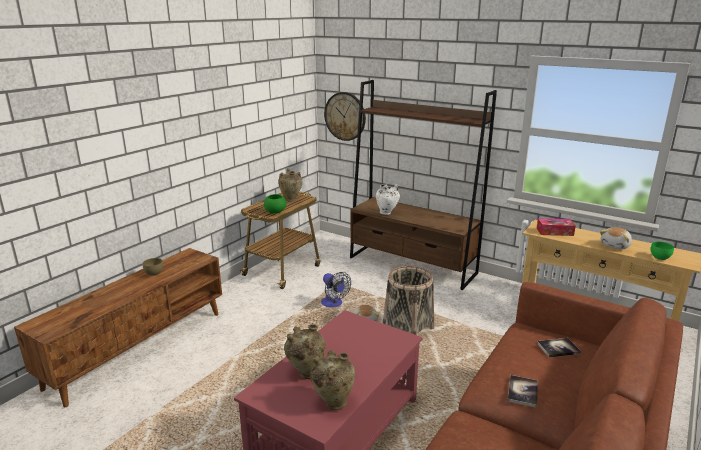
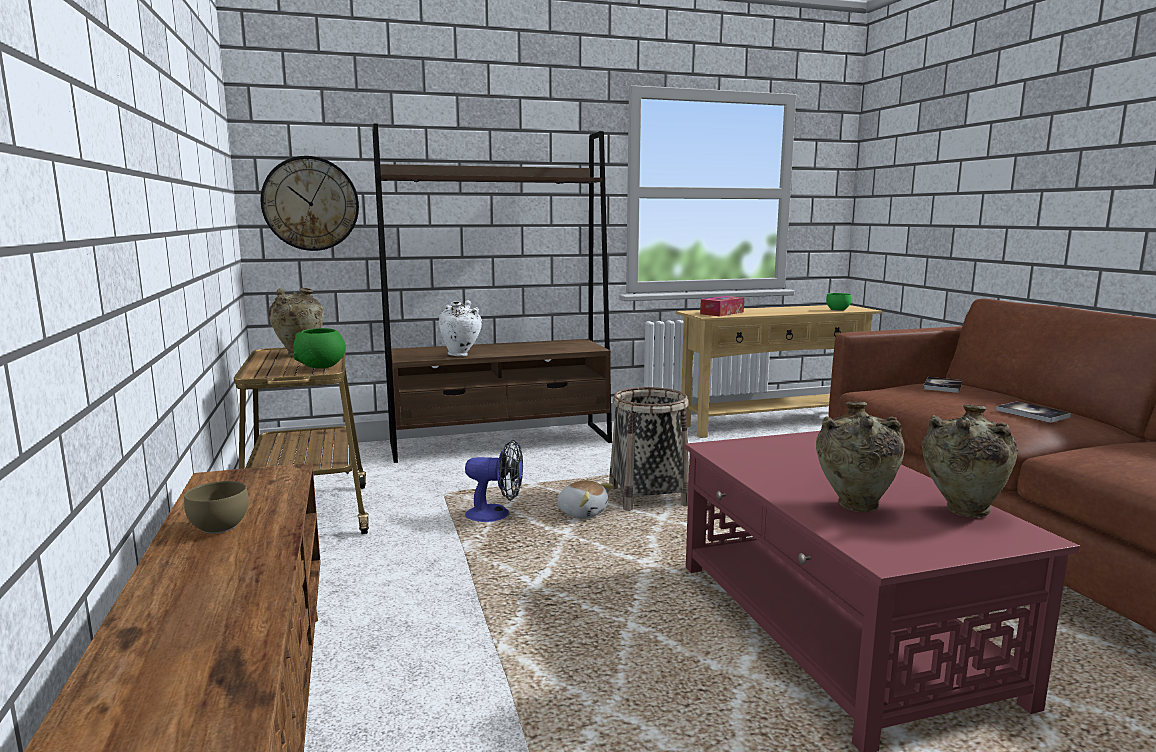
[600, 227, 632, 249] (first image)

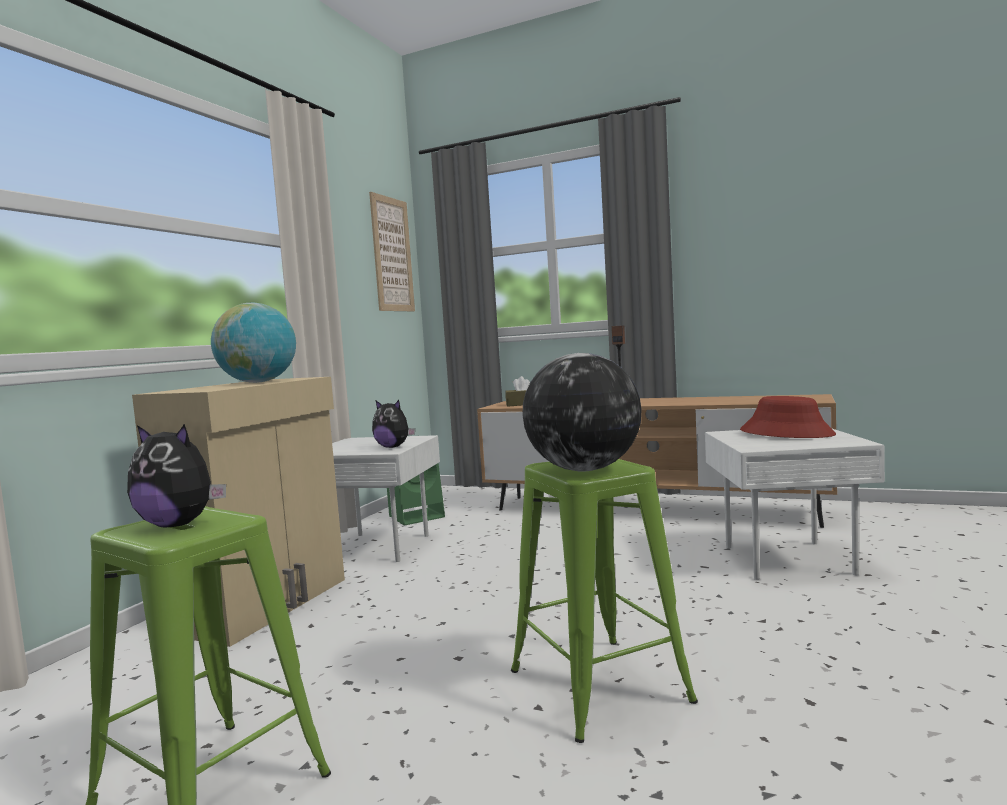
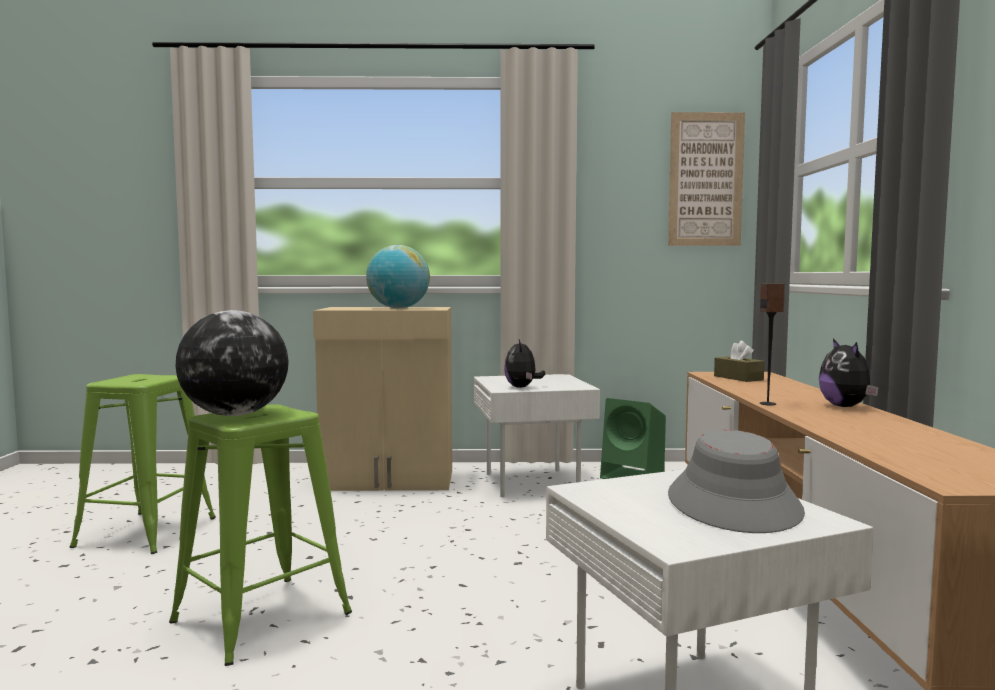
[819, 339, 879, 407]
[668, 430, 805, 533]

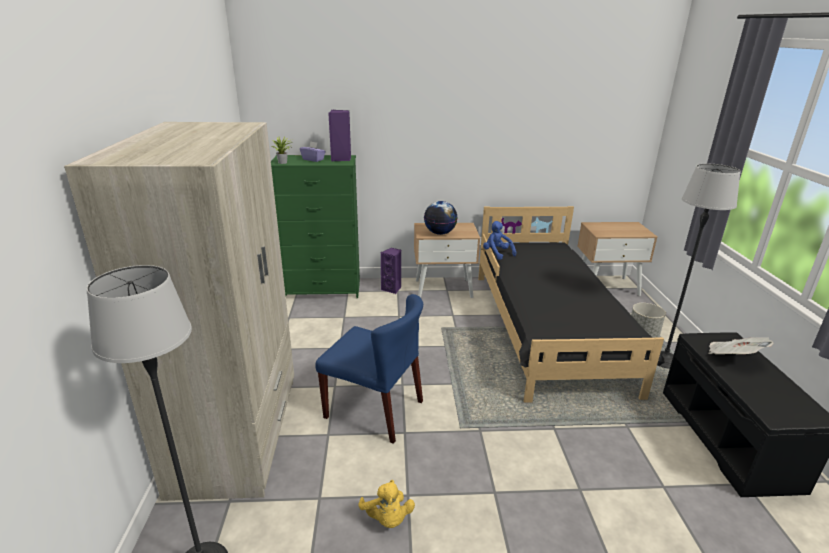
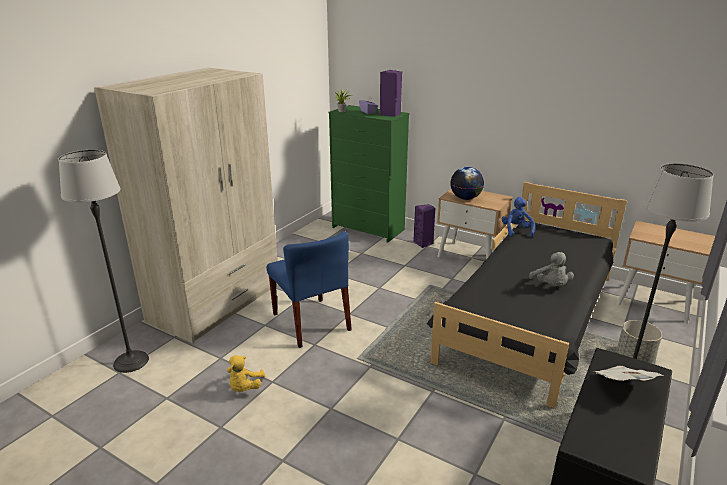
[529, 252, 574, 286]

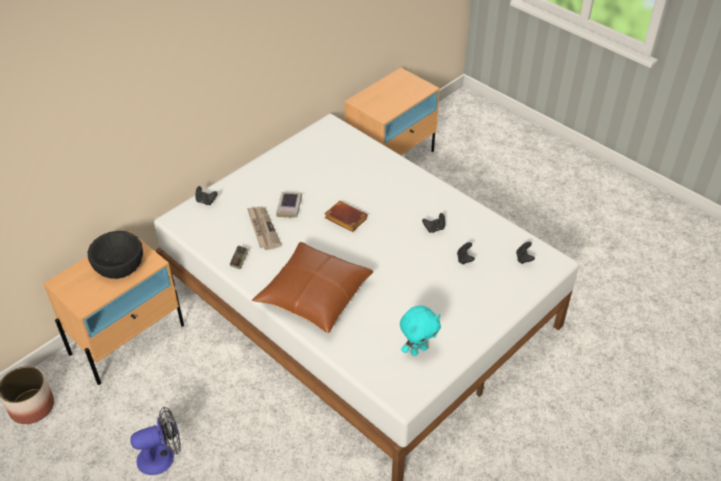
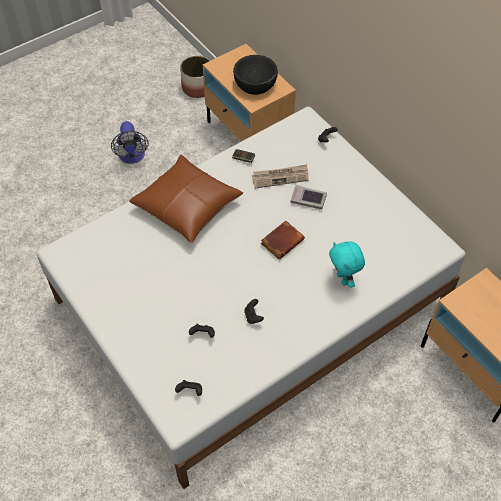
[329, 241, 365, 288]

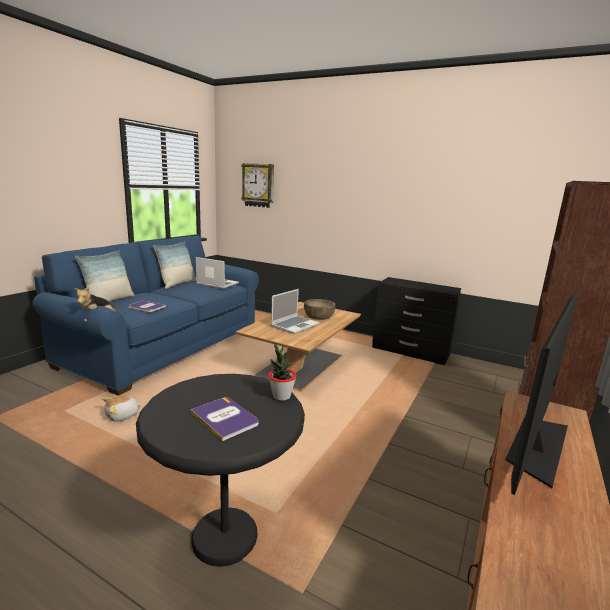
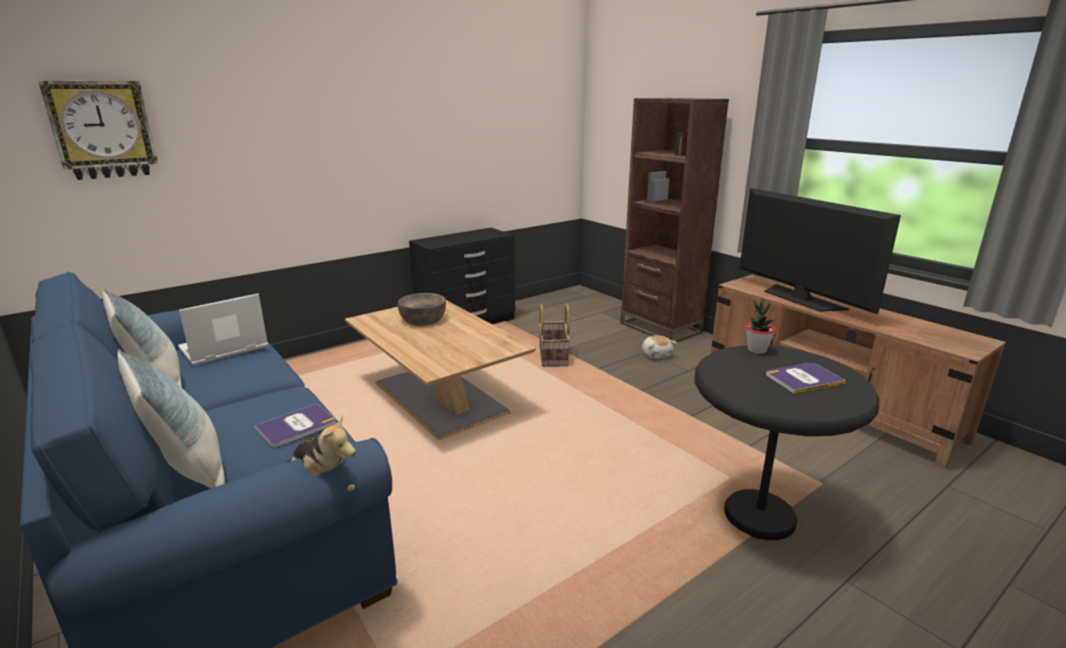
[642, 335, 677, 358]
[271, 289, 319, 334] (first image)
[539, 304, 570, 367]

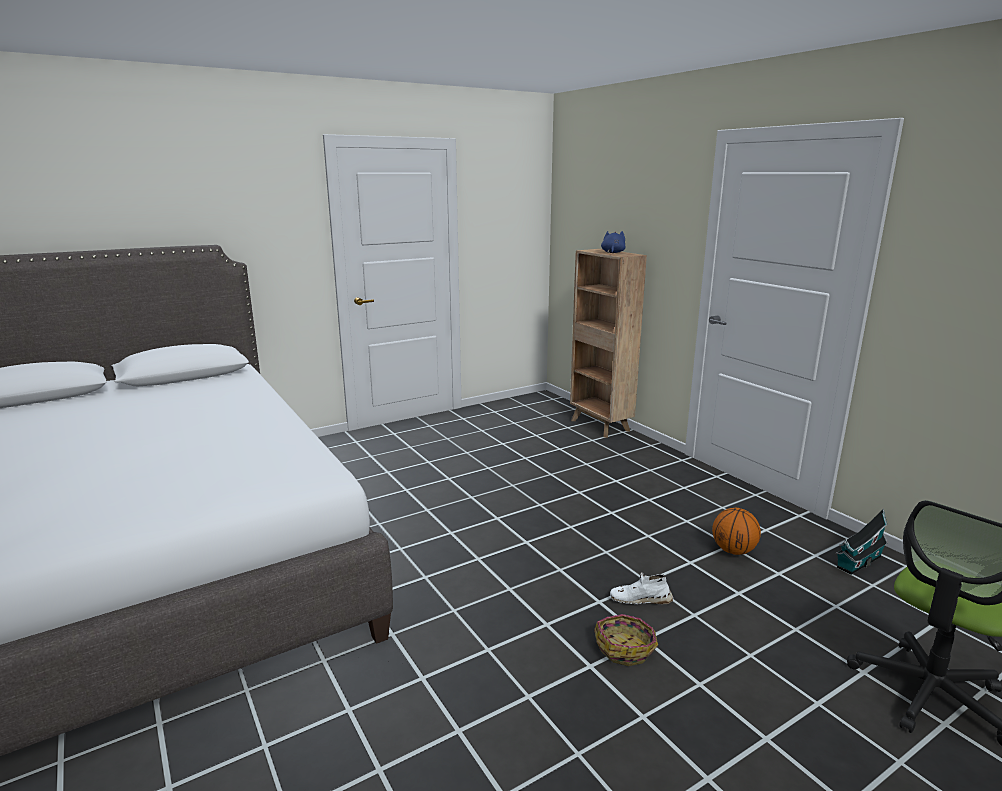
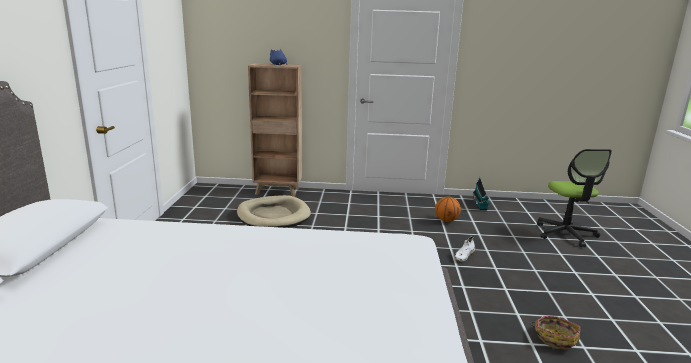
[530, 316, 580, 350]
[237, 195, 311, 228]

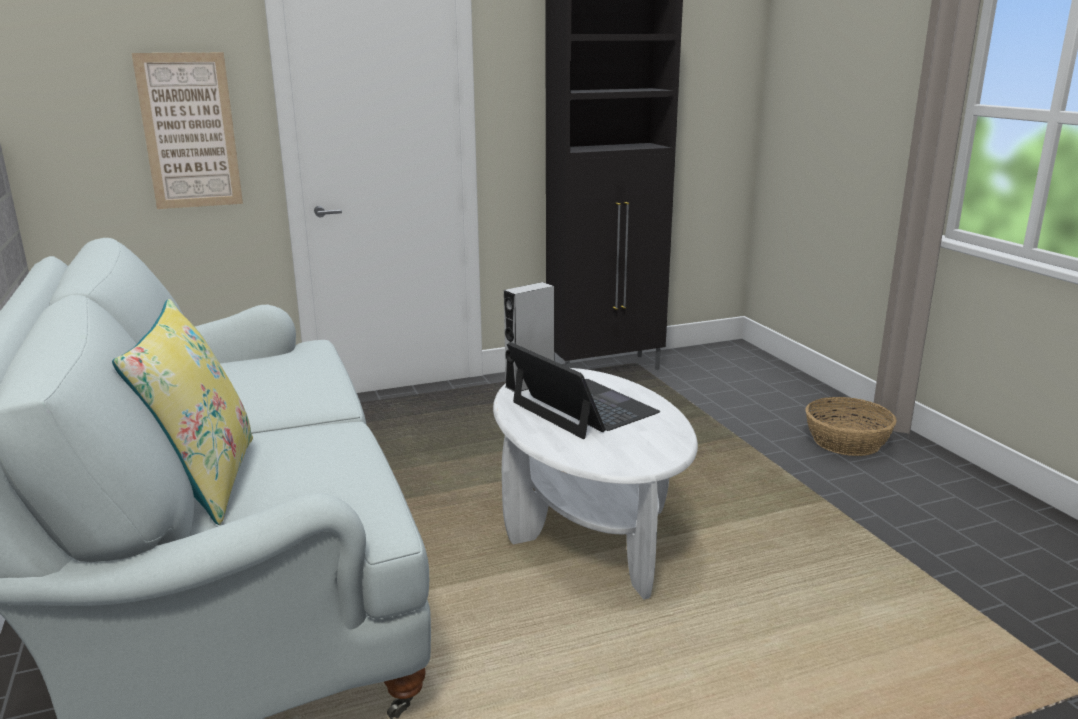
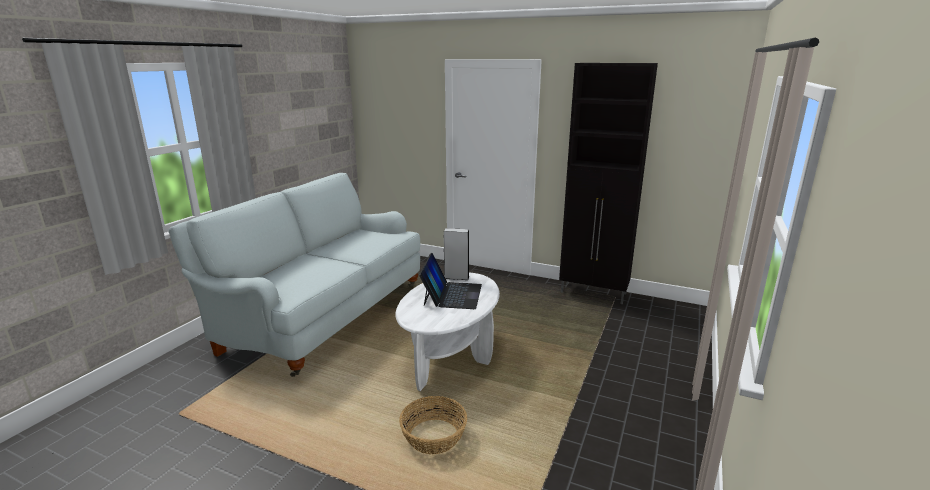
[112, 299, 253, 525] (first image)
[132, 52, 243, 209] (first image)
[399, 396, 467, 454]

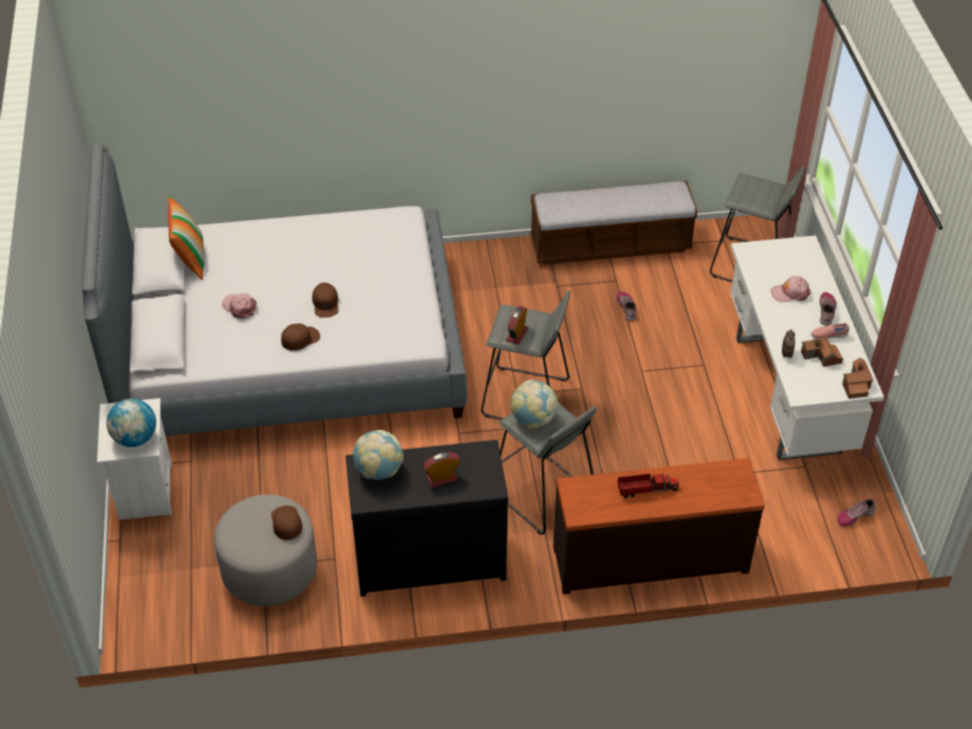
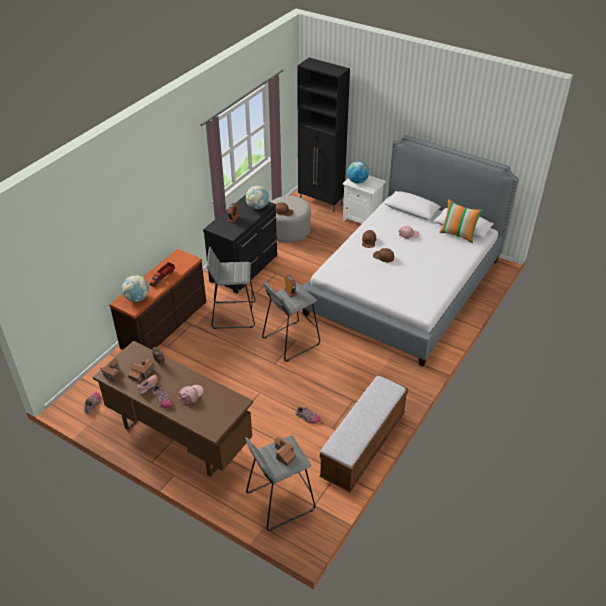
[122, 275, 149, 302]
[93, 341, 253, 477]
[274, 436, 296, 466]
[297, 58, 350, 213]

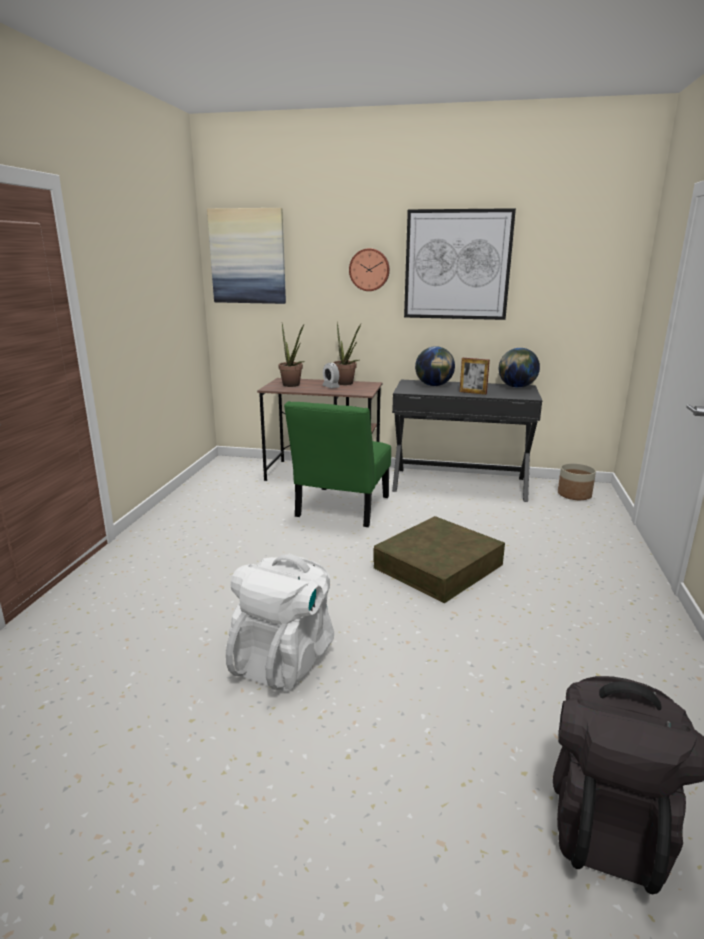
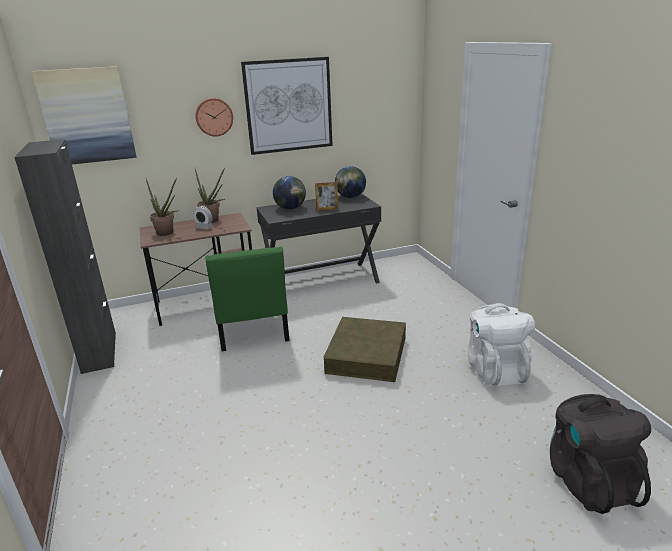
[468, 303, 535, 386]
[558, 463, 596, 500] (first image)
[14, 139, 116, 374]

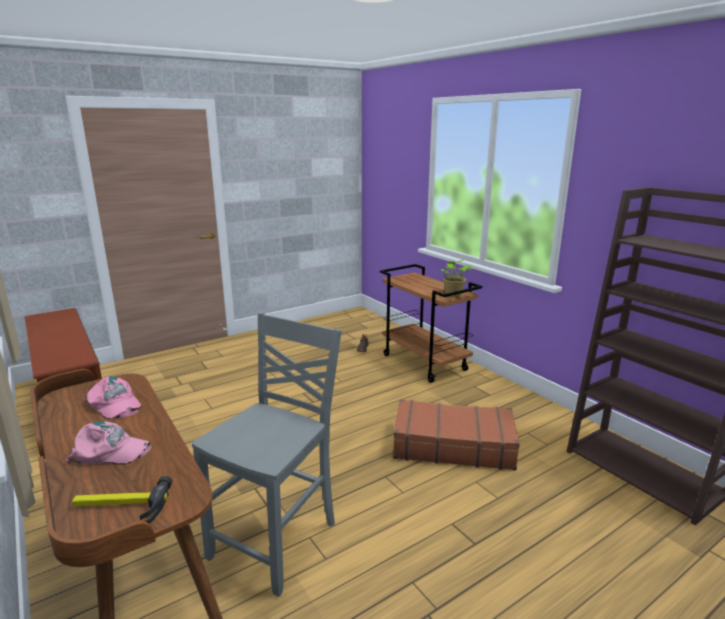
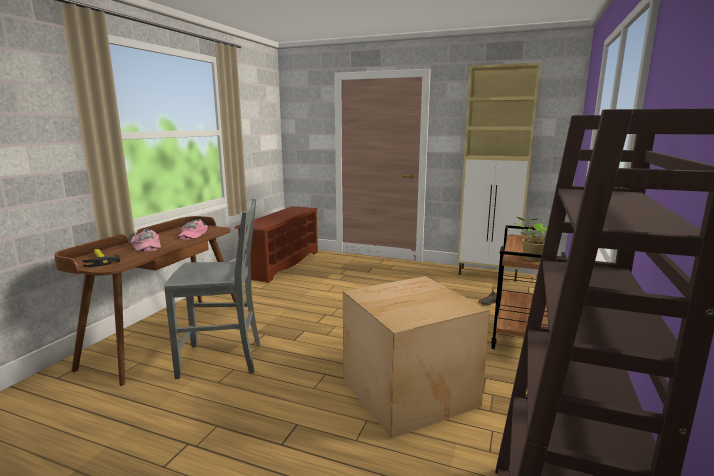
[343, 276, 490, 439]
[457, 62, 541, 282]

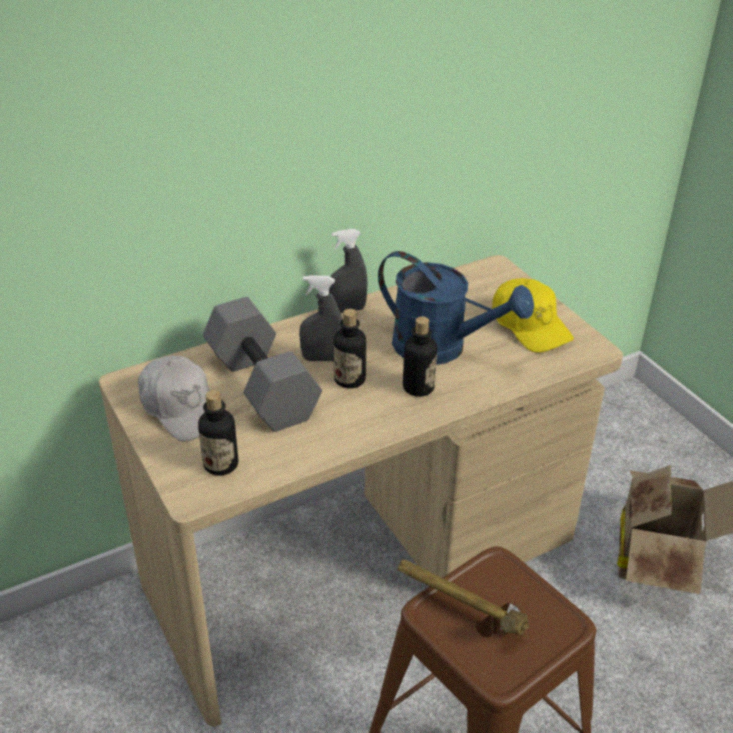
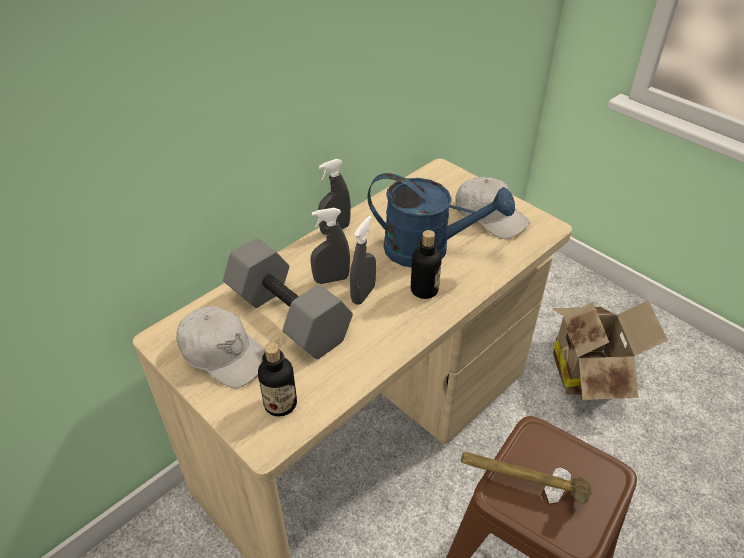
[350, 215, 376, 305]
[455, 177, 530, 239]

